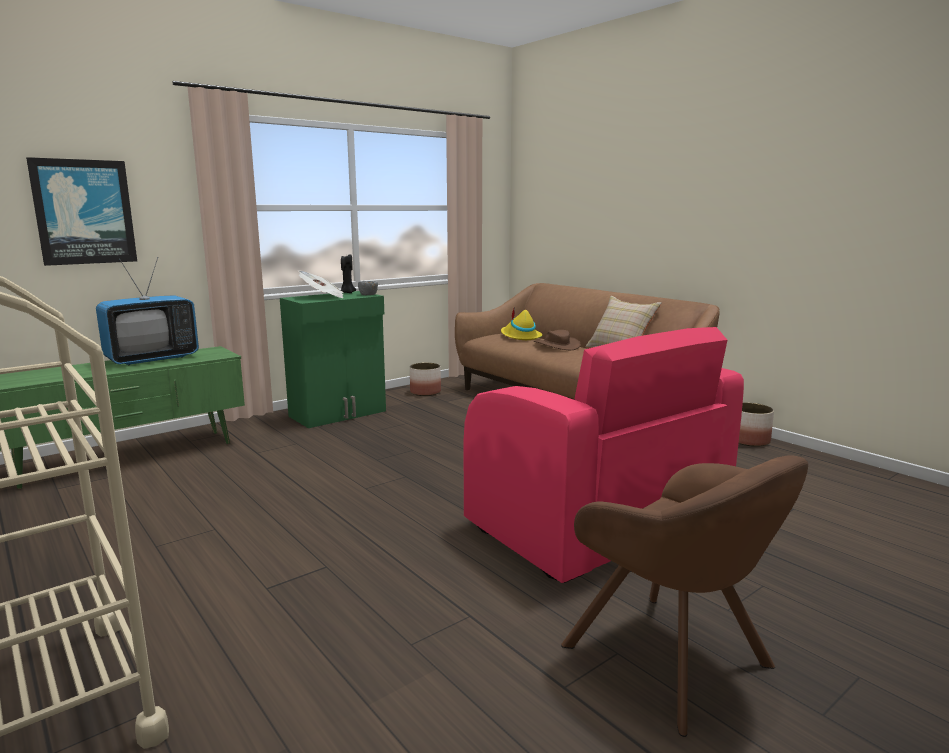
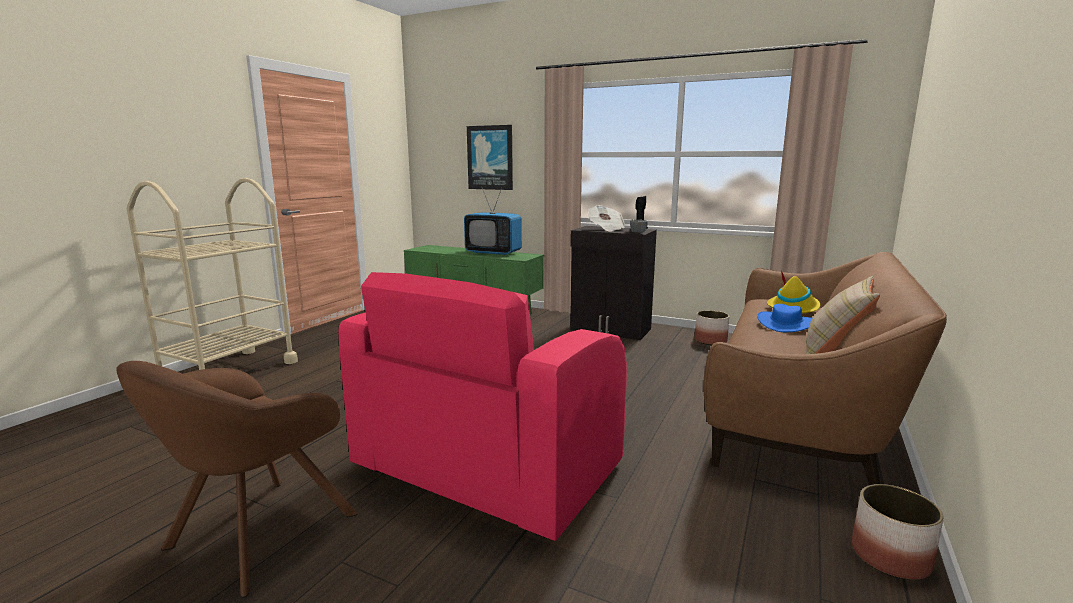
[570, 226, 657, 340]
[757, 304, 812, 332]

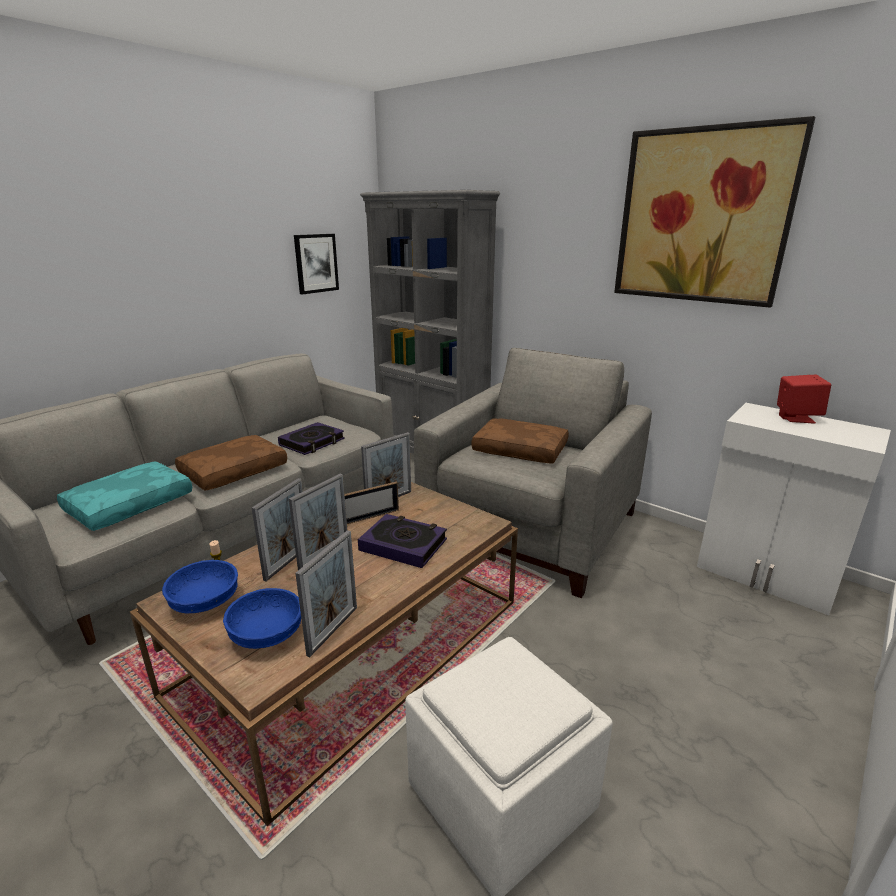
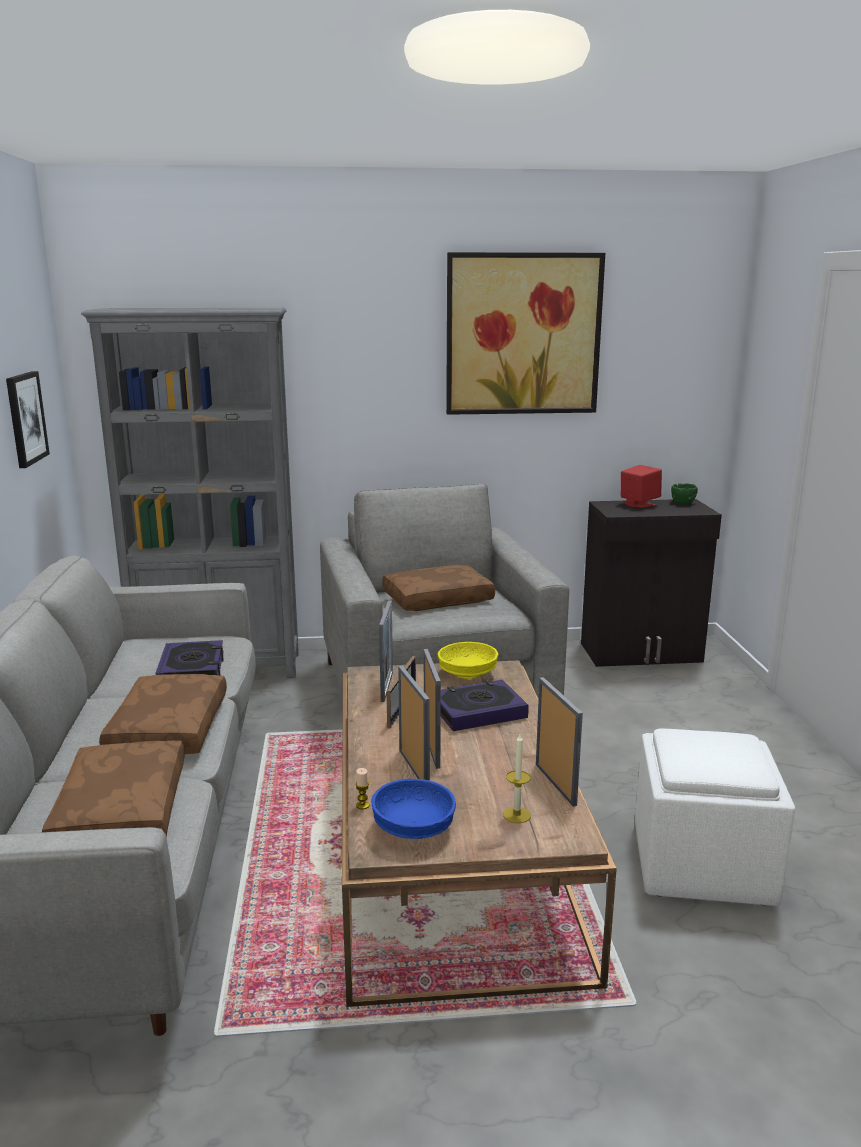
[42, 741, 185, 838]
[503, 734, 531, 823]
[581, 499, 722, 667]
[438, 642, 498, 679]
[671, 483, 698, 504]

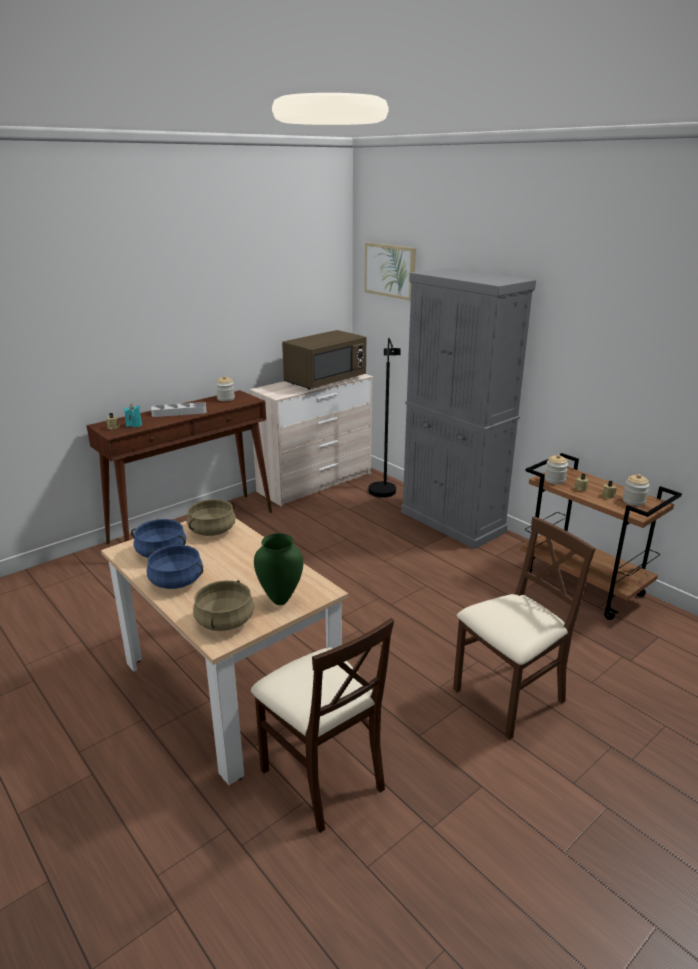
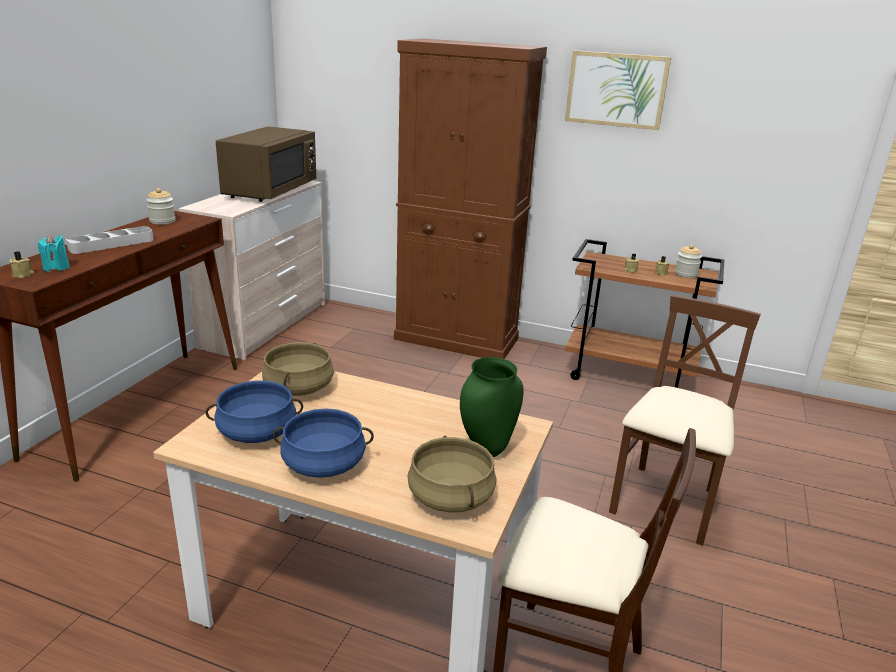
[565, 51, 671, 130]
[369, 338, 401, 498] (first image)
[394, 39, 547, 359]
[545, 454, 568, 484] (first image)

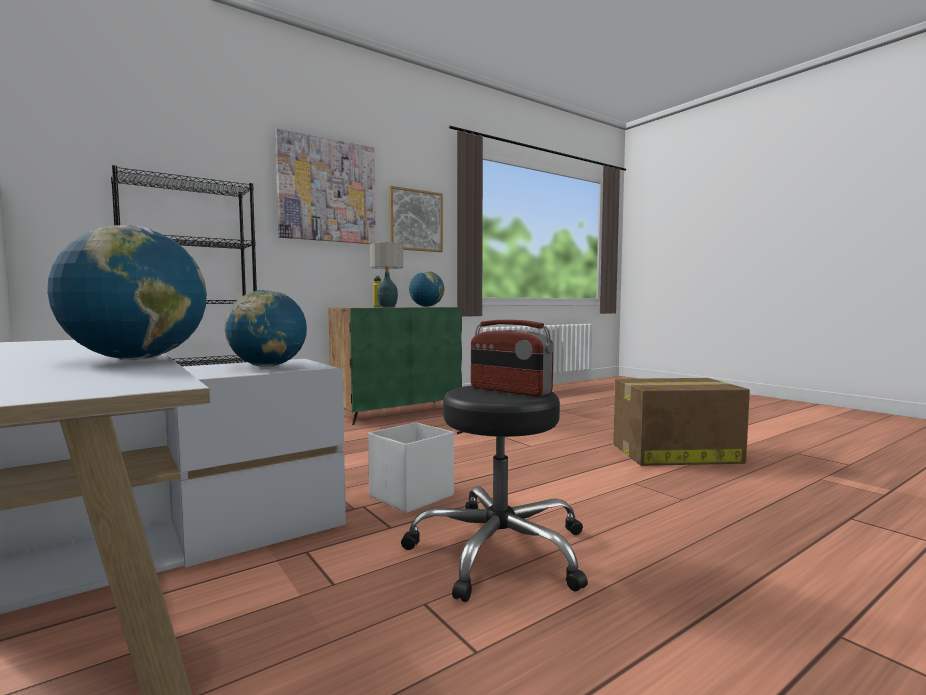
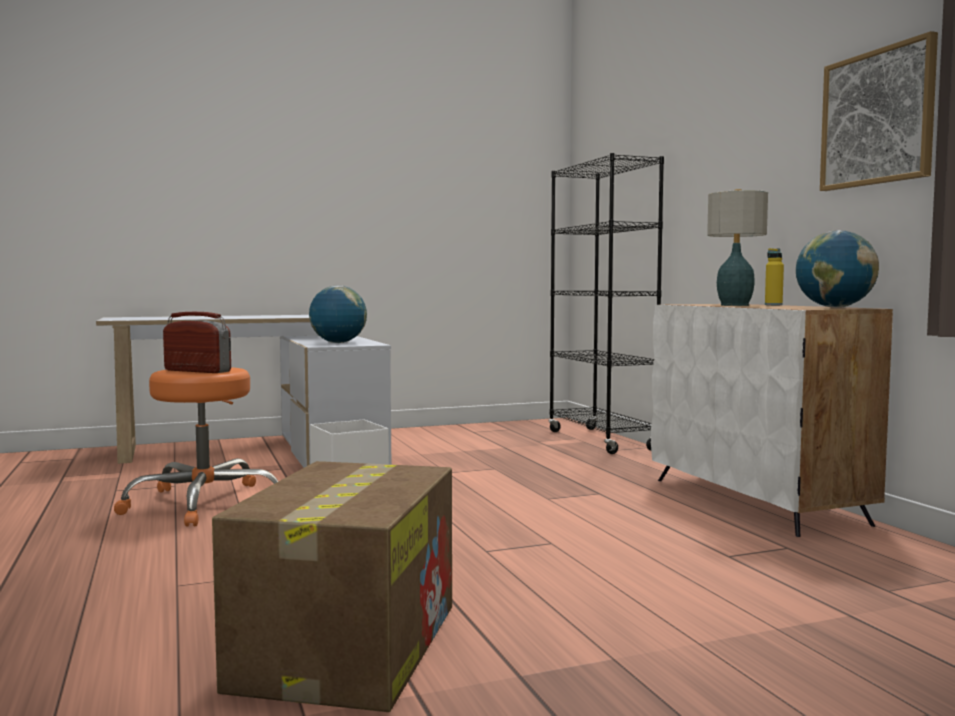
[47, 225, 207, 360] (first image)
[275, 128, 376, 244] (first image)
[651, 304, 893, 537]
[114, 367, 278, 527]
[163, 312, 231, 373]

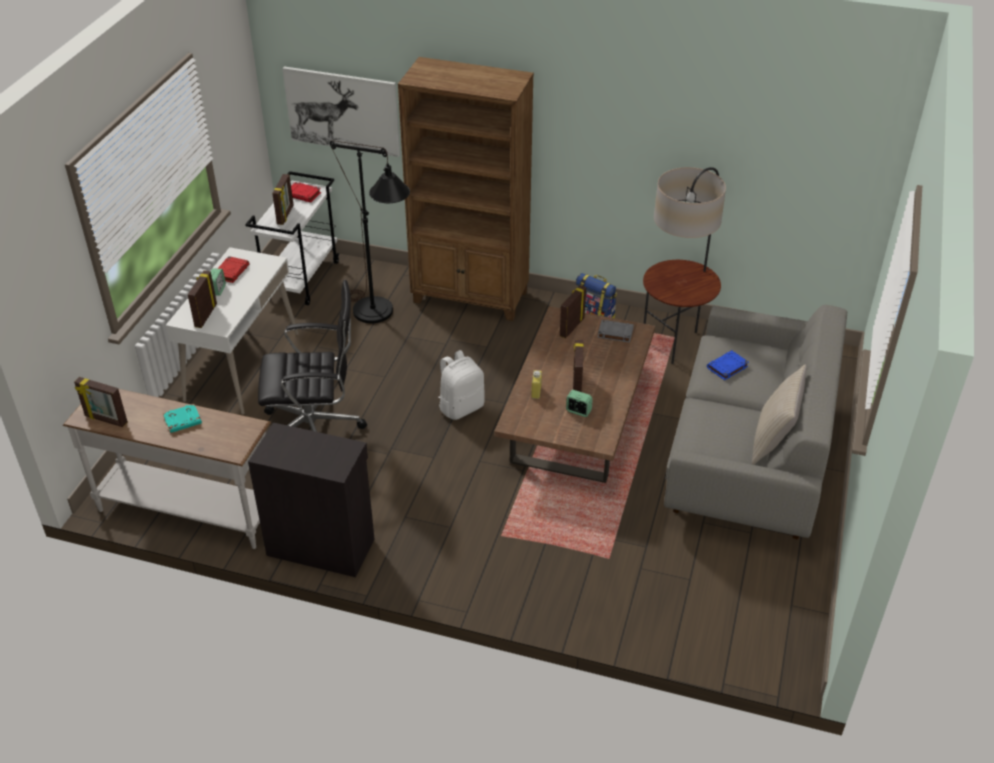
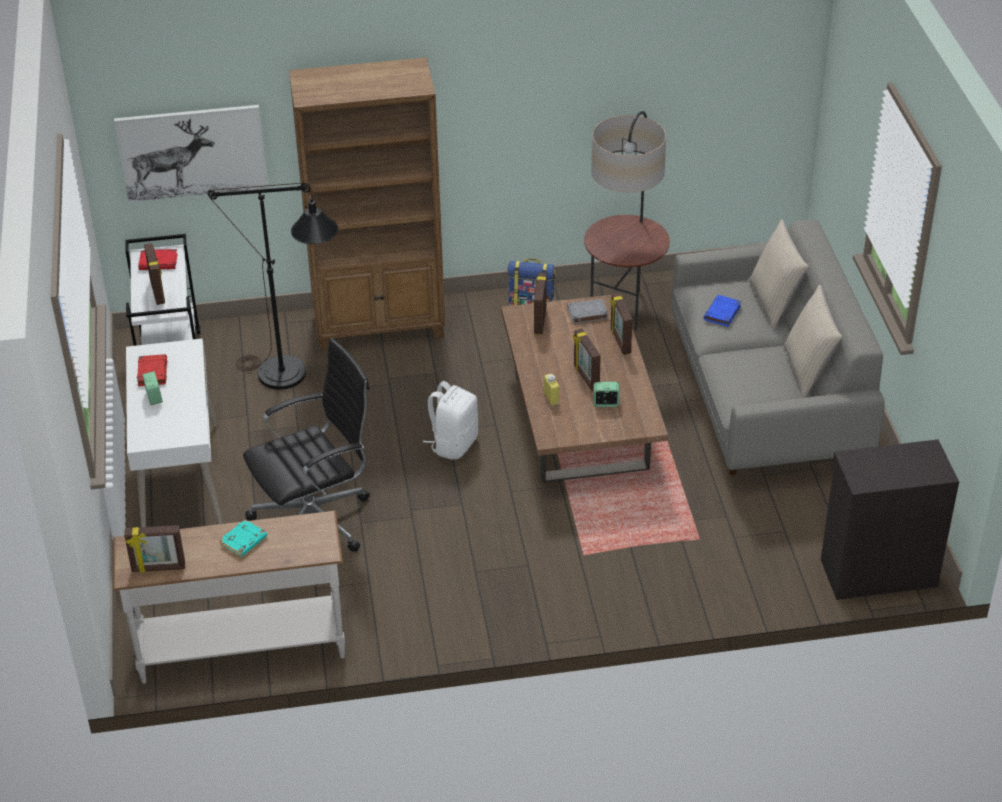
[610, 292, 633, 355]
[821, 439, 959, 600]
[749, 219, 808, 329]

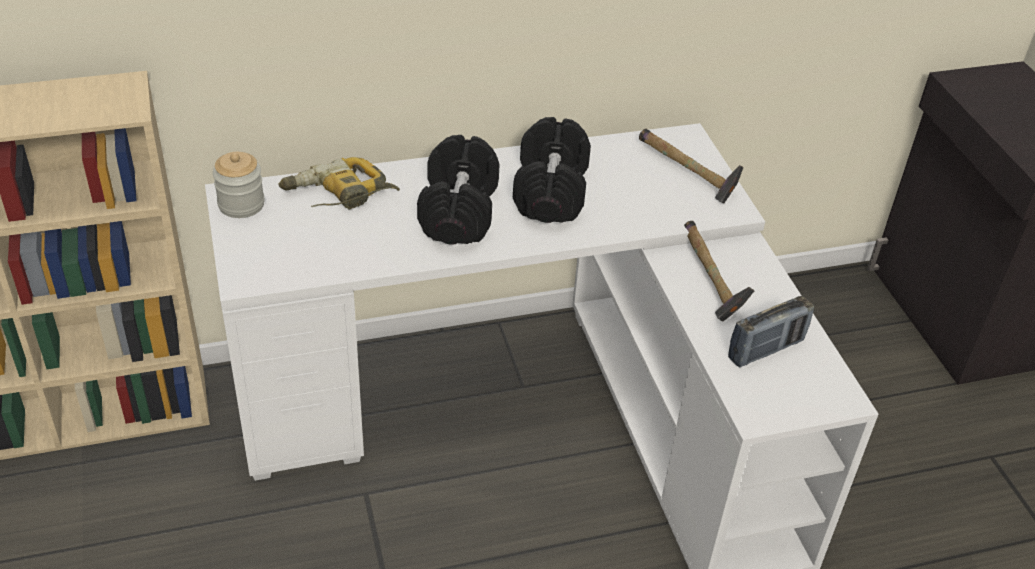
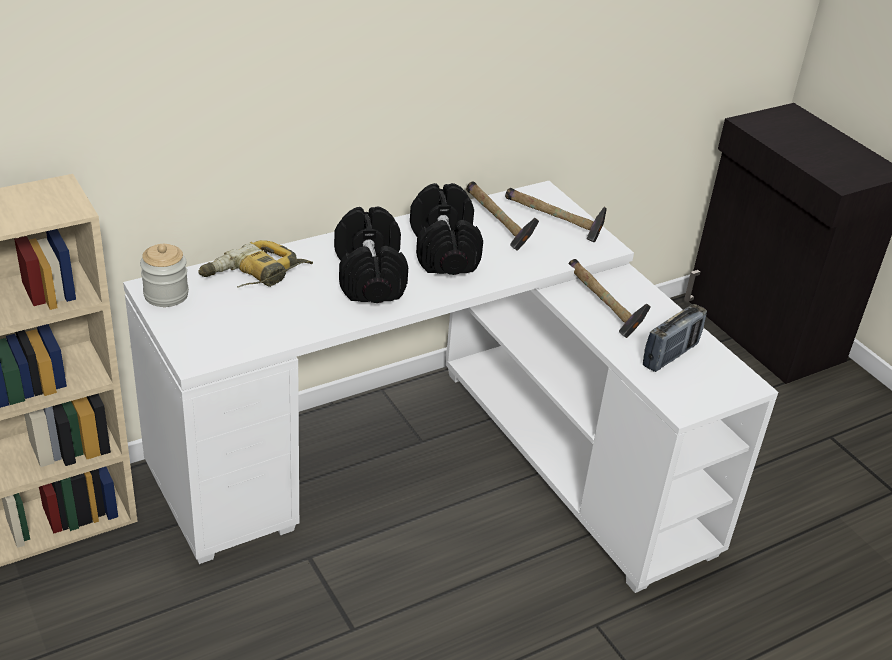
[466, 181, 539, 251]

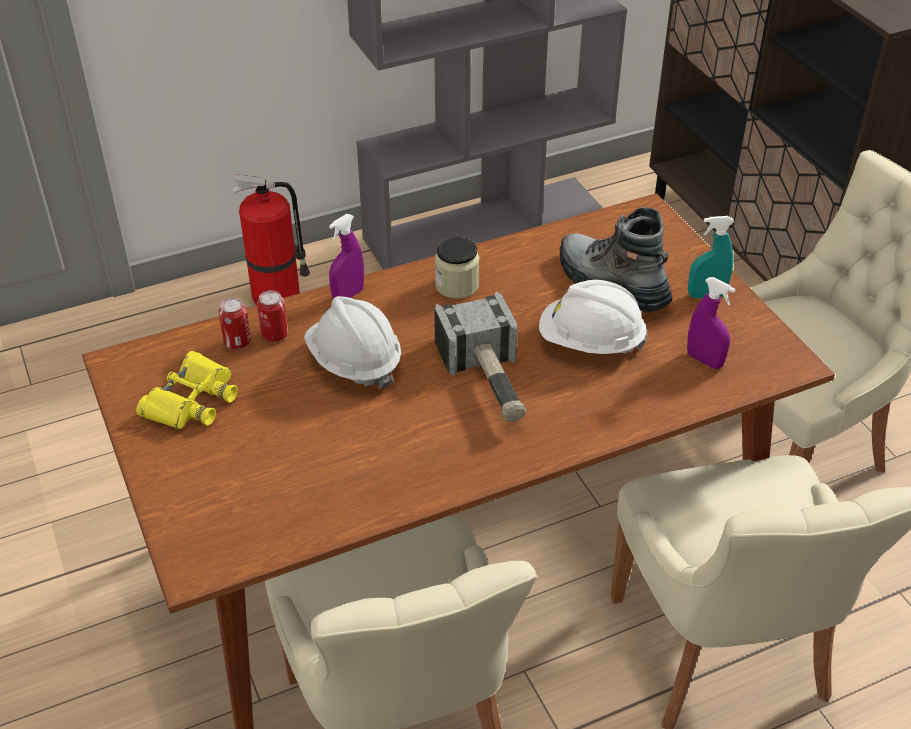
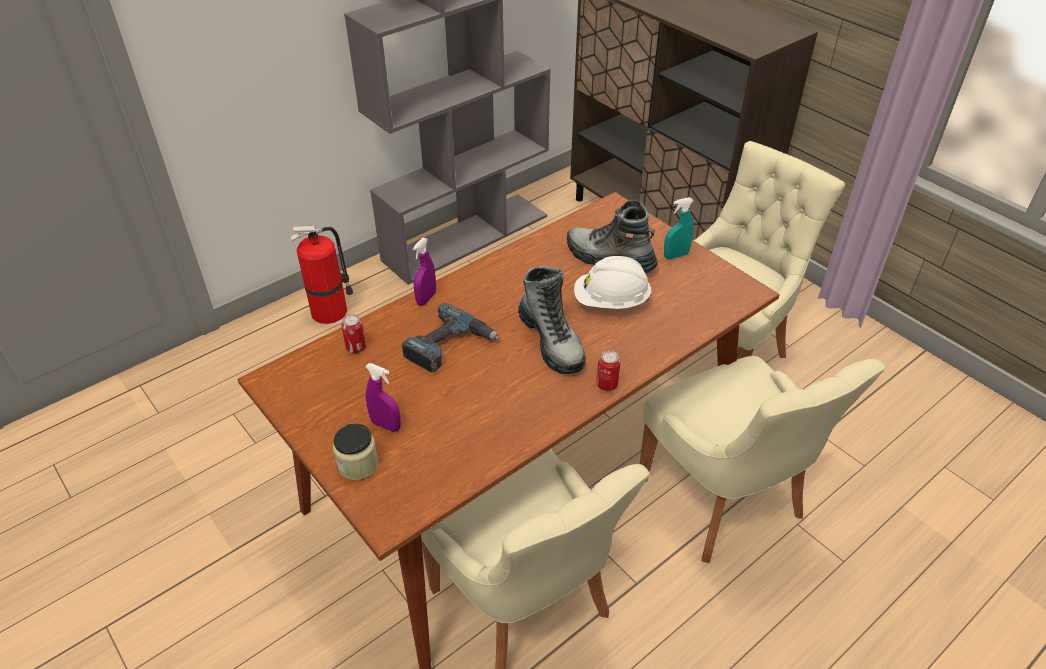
[136, 351, 238, 429] (first image)
[596, 350, 620, 391]
[402, 303, 499, 373]
[518, 265, 586, 374]
[333, 423, 378, 480]
[365, 363, 401, 432]

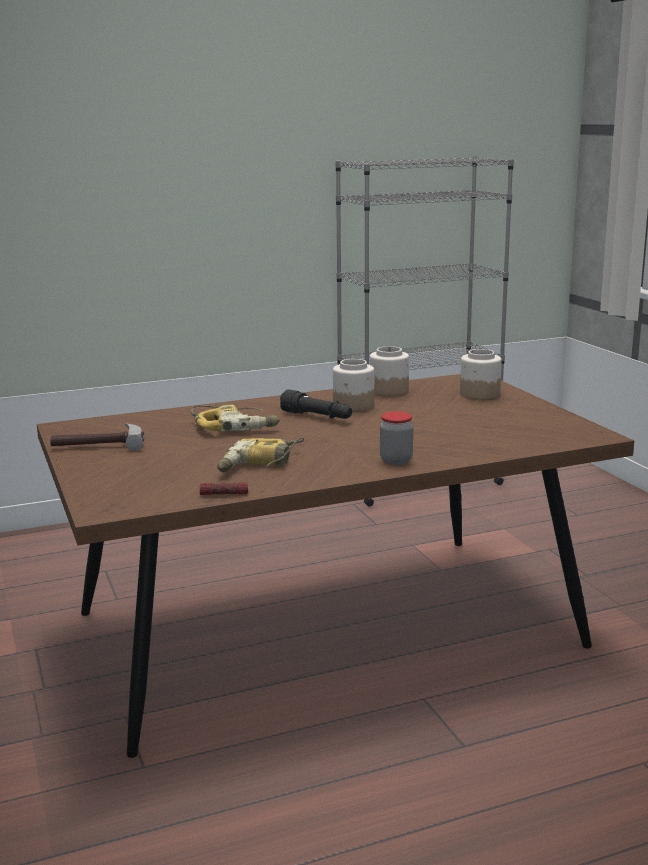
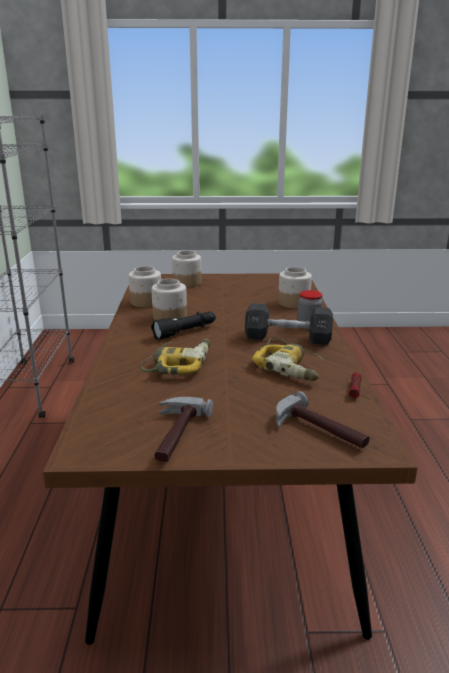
[245, 303, 333, 345]
[276, 391, 369, 448]
[278, 267, 312, 308]

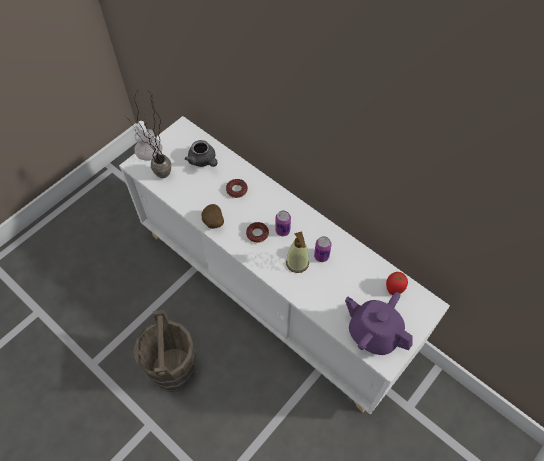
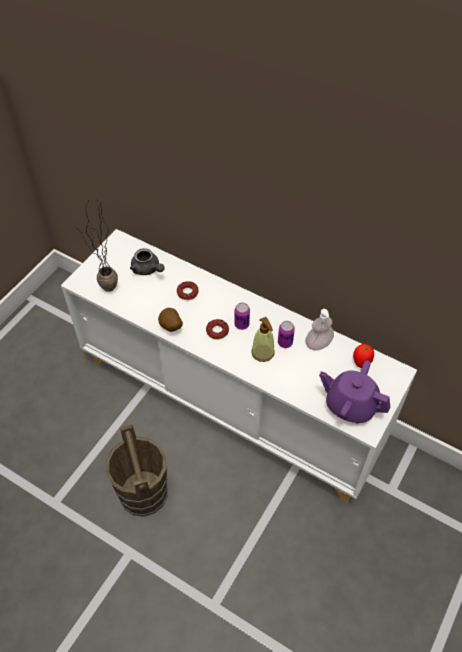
[305, 309, 334, 350]

